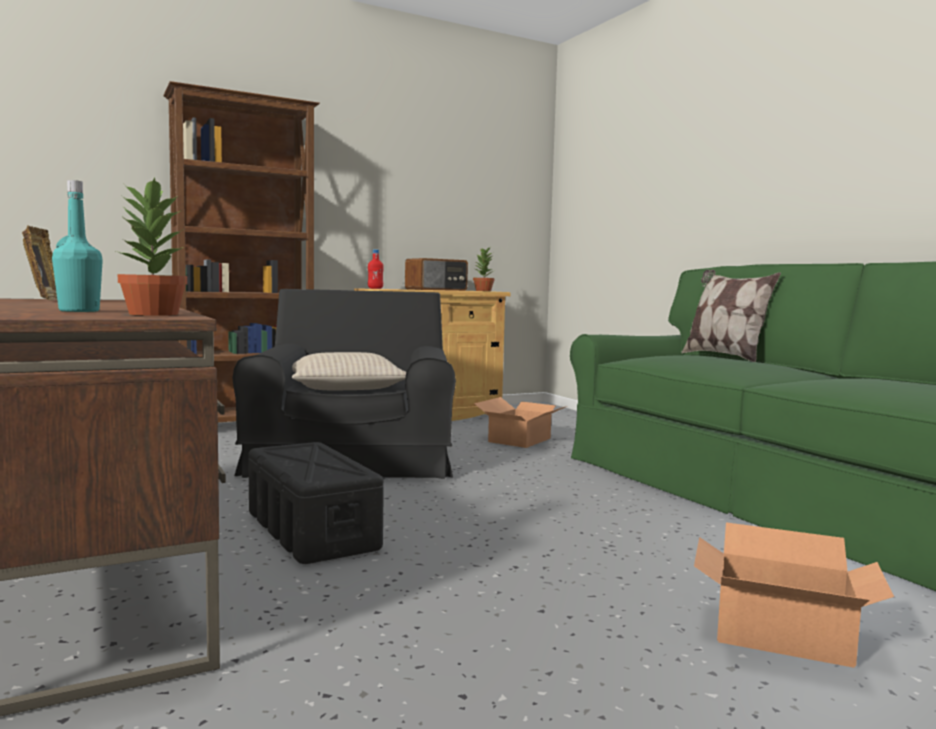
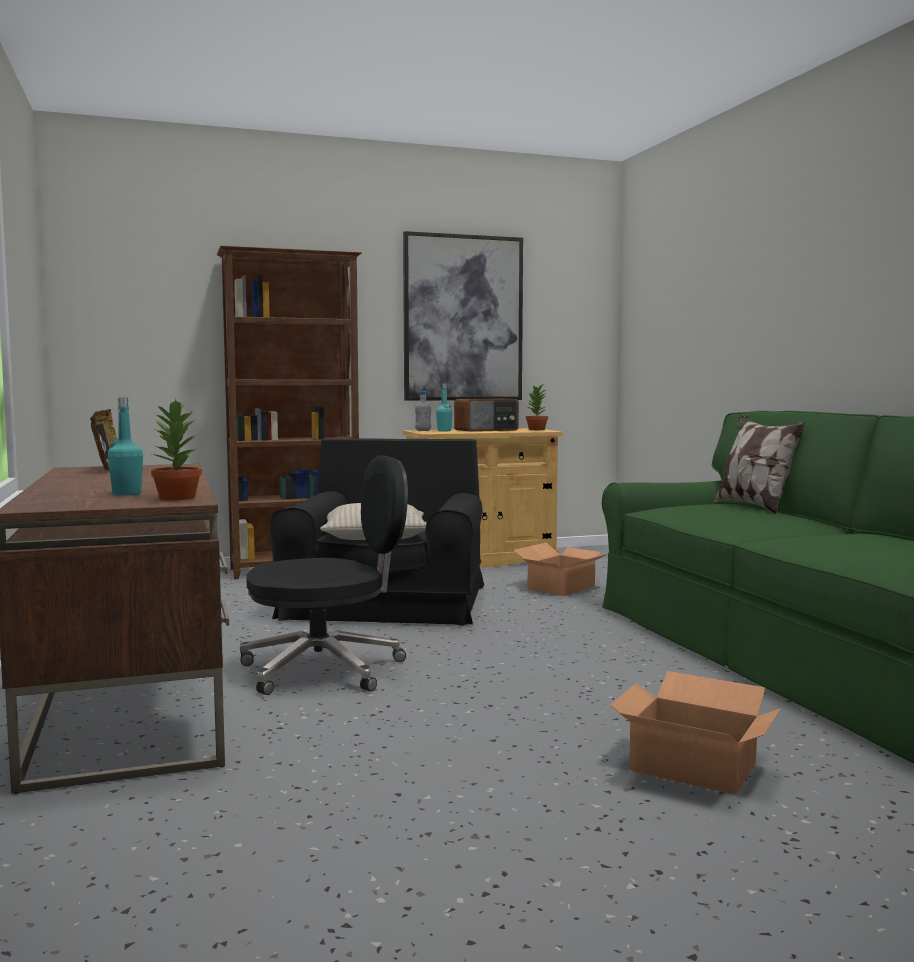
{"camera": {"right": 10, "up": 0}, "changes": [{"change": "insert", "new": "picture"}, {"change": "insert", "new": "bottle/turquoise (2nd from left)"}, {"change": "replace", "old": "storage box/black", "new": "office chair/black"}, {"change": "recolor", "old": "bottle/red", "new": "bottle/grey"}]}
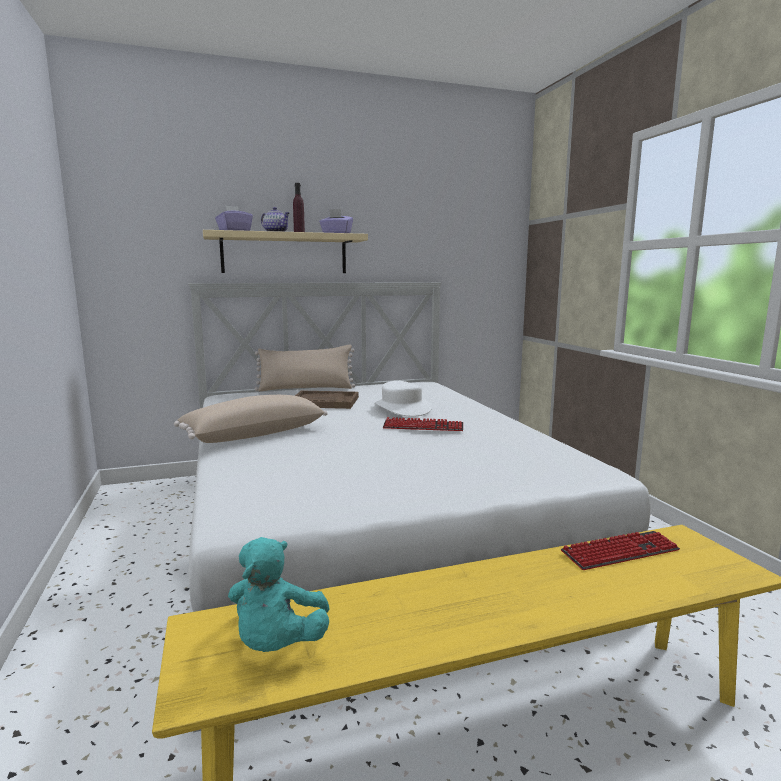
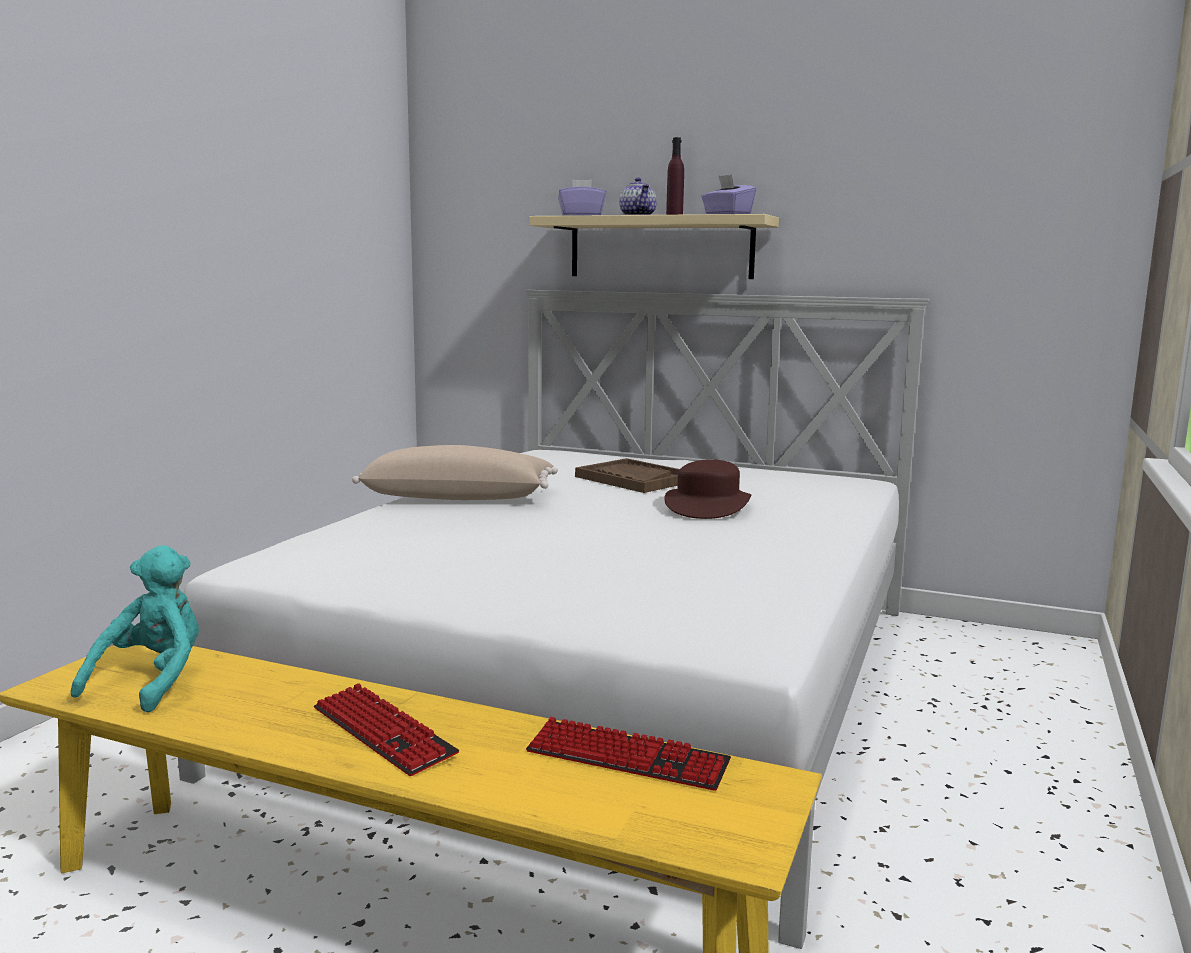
{"camera": {"right": 40, "up": 0}, "changes": [{"change": "delete", "old": "pillow/beige (2nd from left)"}, {"change": "move", "old": "keyboard (1st from left)"}, {"change": "recolor", "old": "hat/white", "new": "hat/brown"}, {"change": "rotate", "old": "plush toy/turquoise", "degrees": 150}]}
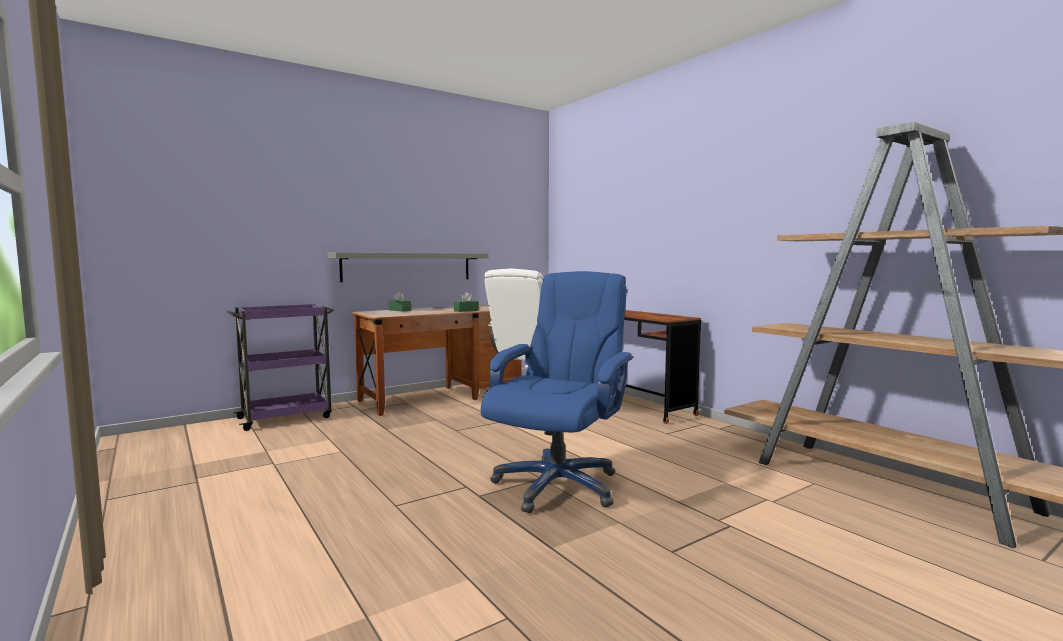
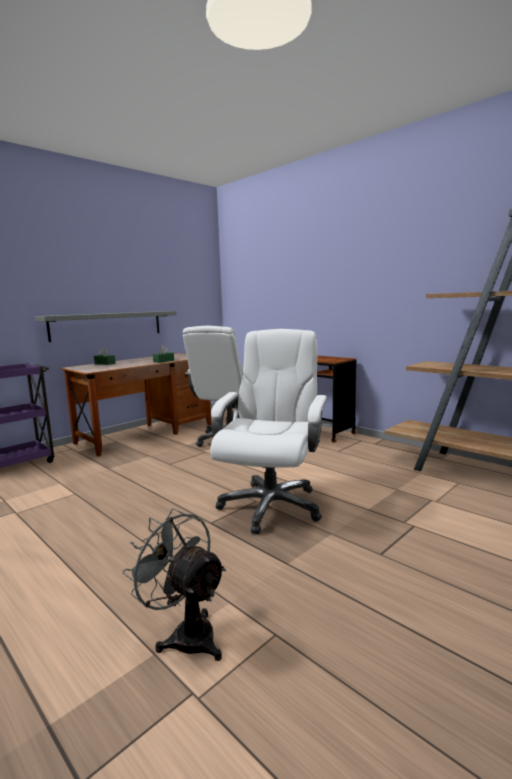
{"camera": {"right": -10, "up": 5}, "changes": [{"change": "insert", "new": "fan/grey"}, {"change": "recolor", "old": "office chair/blue", "new": "office chair/white (2nd from left)"}]}
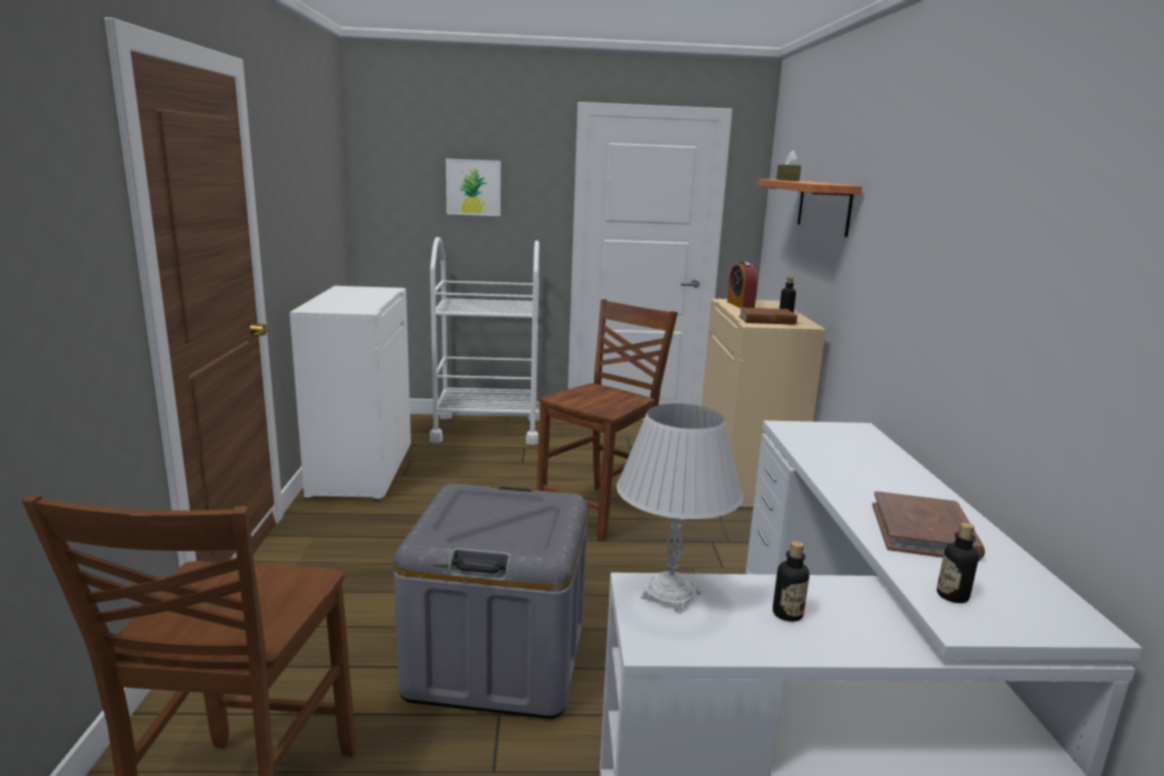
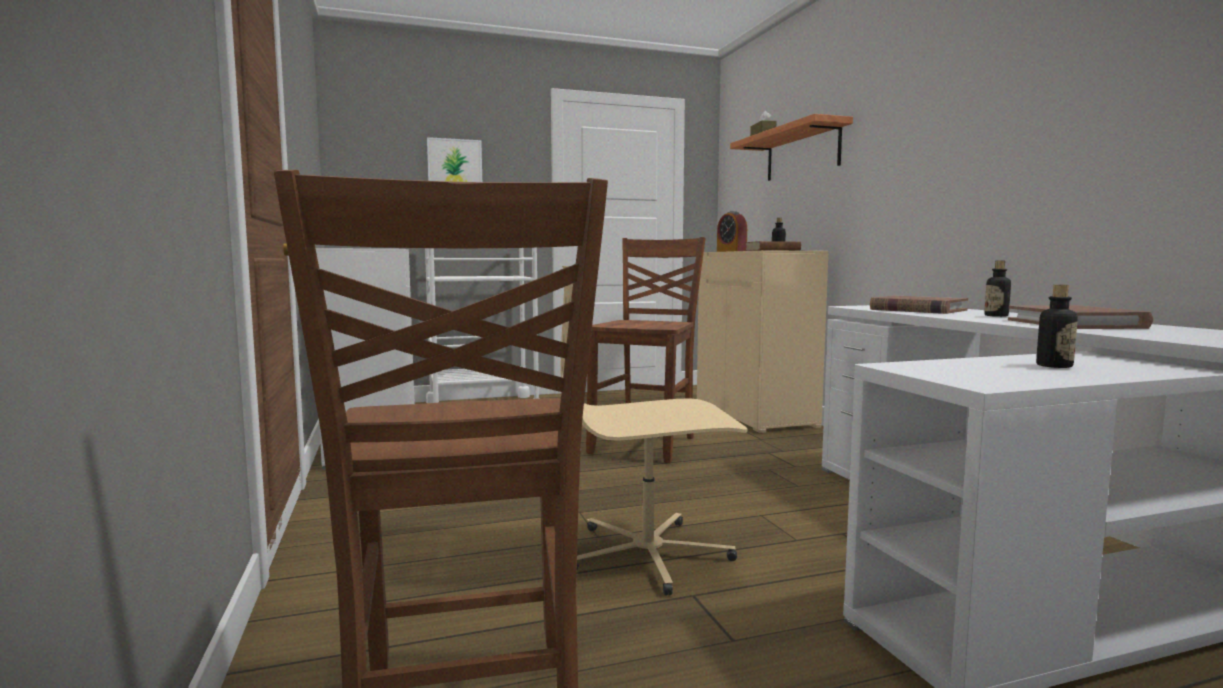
{"camera": {"right": -15, "up": -10}, "changes": [{"change": "delete", "old": "table lamp/white"}, {"change": "insert", "new": "book/brown (2nd from left)"}, {"change": "move", "old": "bottle (3rd from left in the first image)", "new": "bottle (2nd from left)"}, {"change": "replace", "old": "storage box/grey", "new": "office chair/beige"}]}
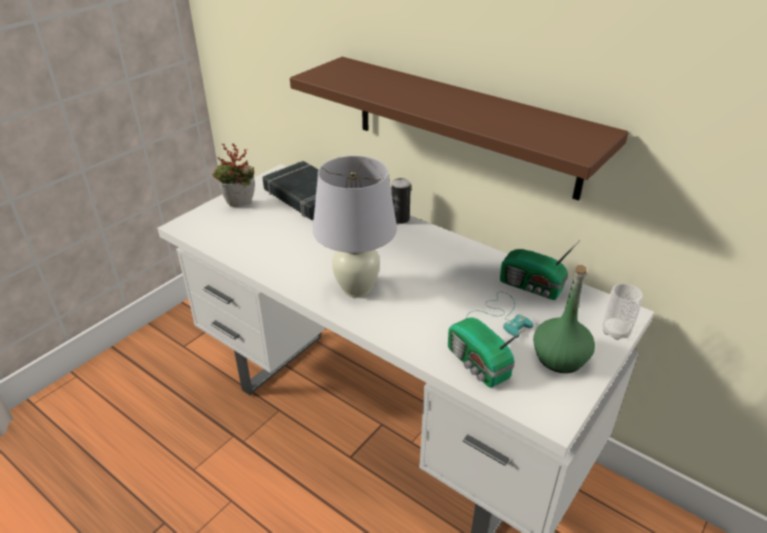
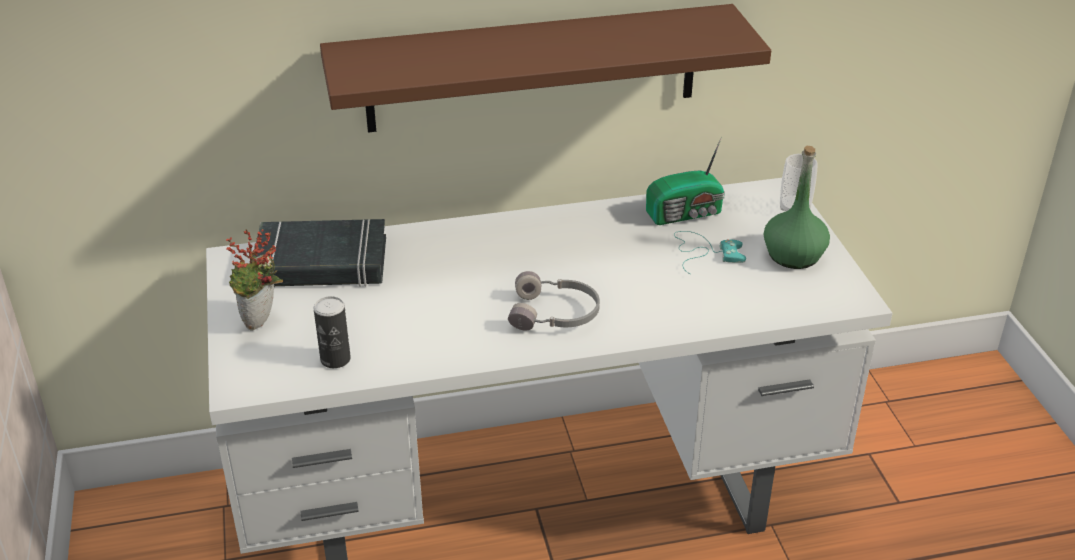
{"camera": {"right": -50, "up": 0}, "changes": [{"change": "delete", "old": "radio (1st from left)"}, {"change": "move", "old": "can"}, {"change": "replace", "old": "table lamp/white", "new": "headphones/grey"}]}
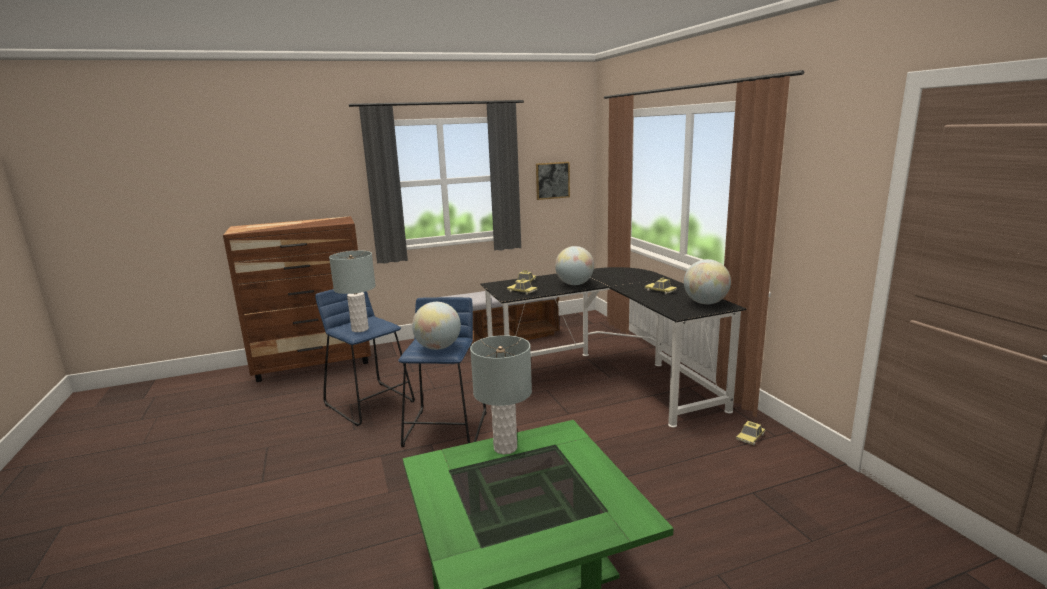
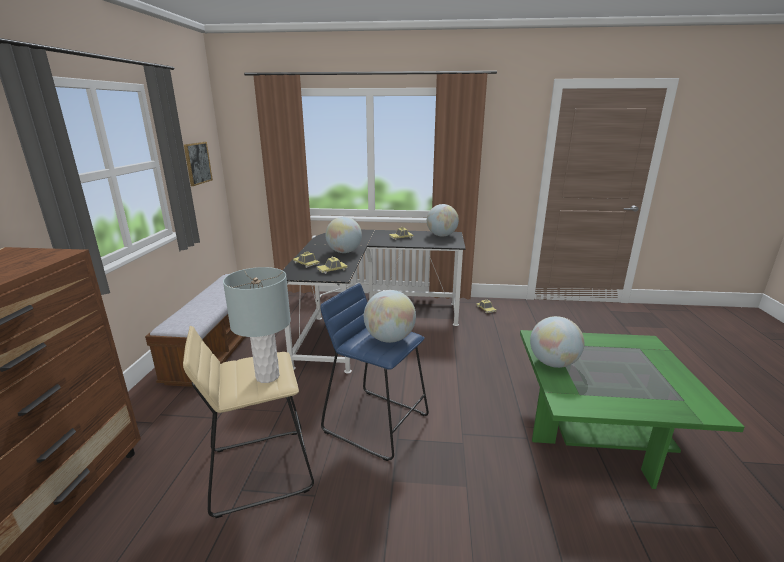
{"camera": {"right": -65, "up": 5}, "changes": [{"change": "replace", "old": "table lamp/grey (2nd from left)", "new": "globe (4th from left)"}, {"change": "recolor", "old": "stool/blue (1st from left)", "new": "stool/beige"}]}
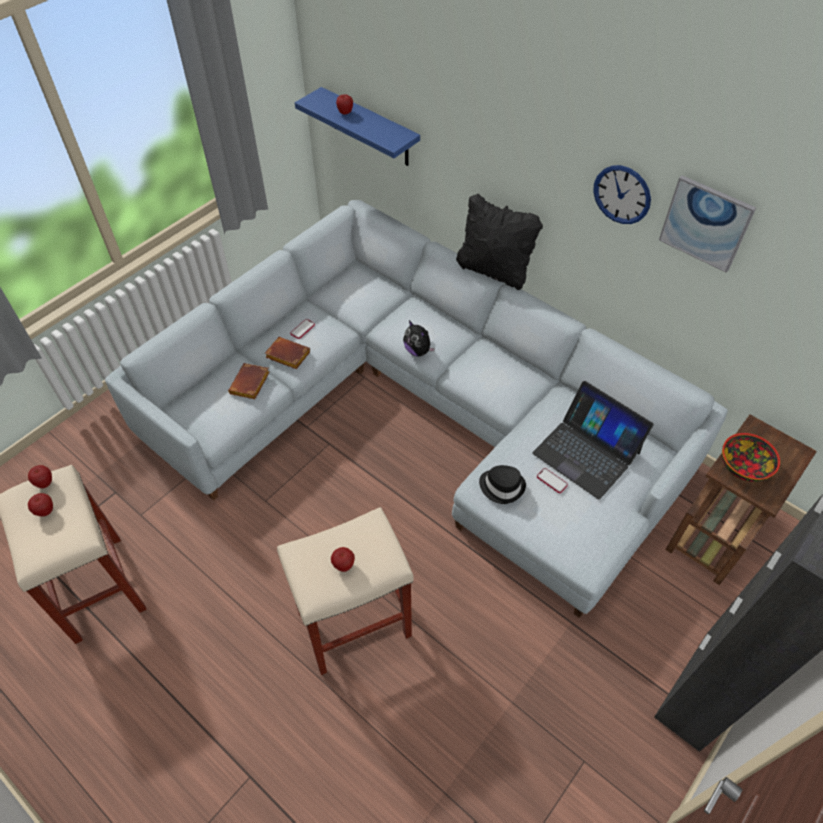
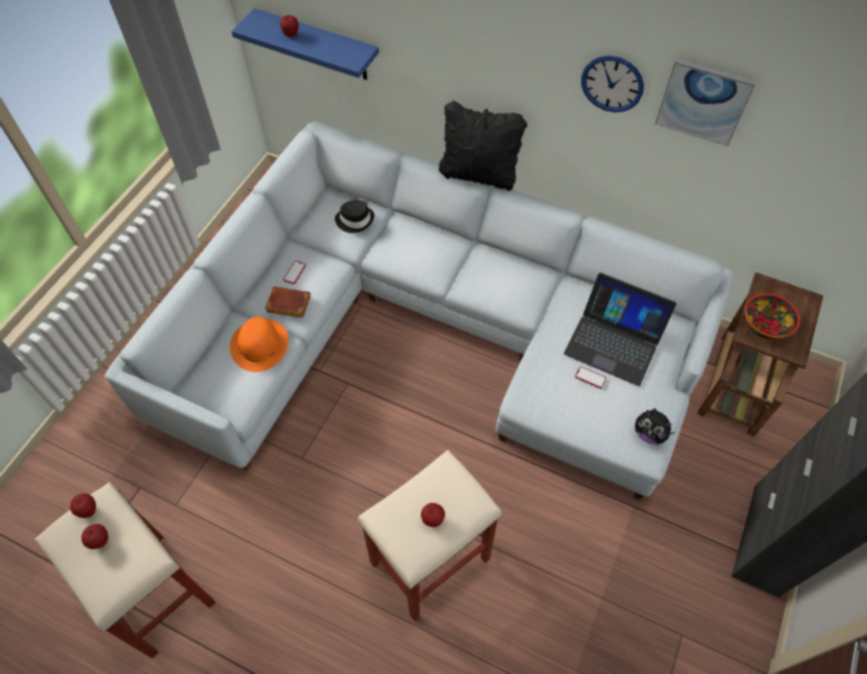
{"camera": {"right": -15, "up": 5}, "changes": [{"change": "move", "old": "plush toy"}, {"change": "move", "old": "hat/black"}, {"change": "replace", "old": "book/brown (1st from left)", "new": "hat/orange"}]}
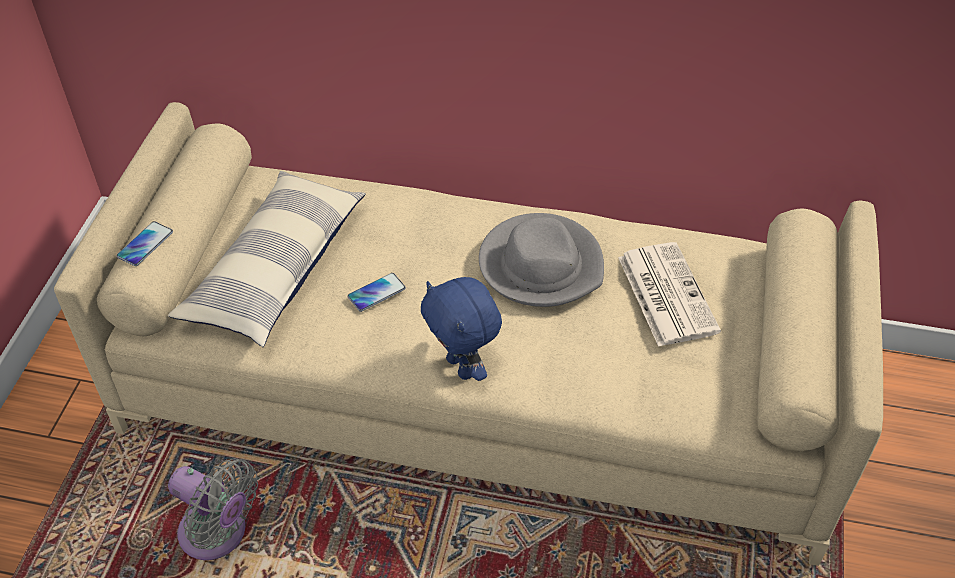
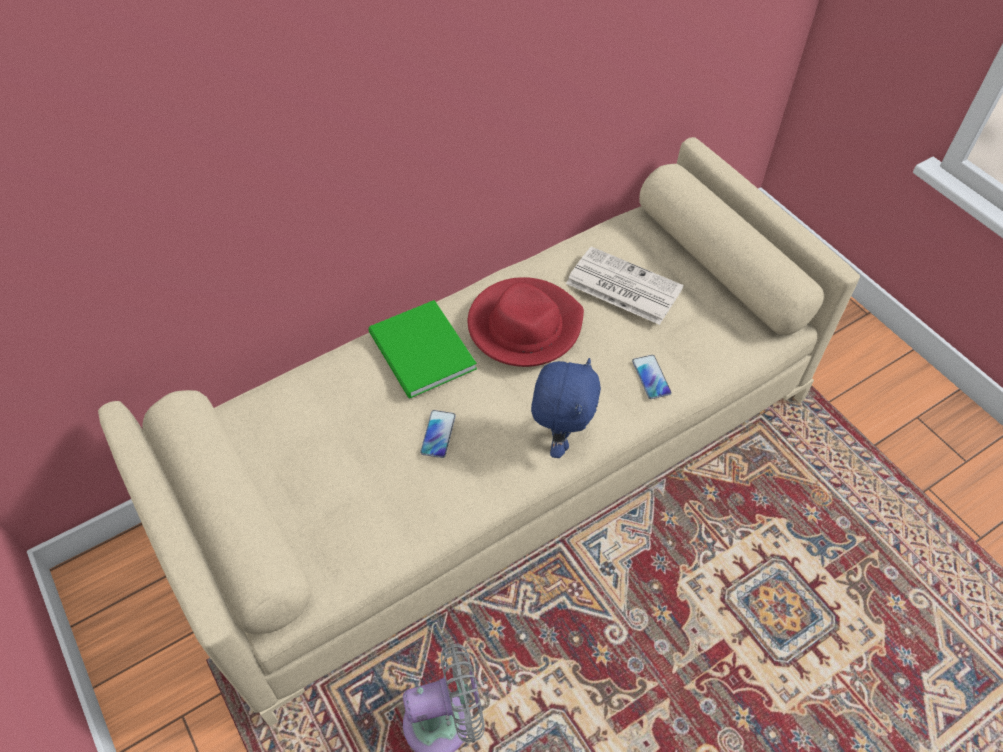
{"camera": {"right": -45, "up": 5}, "changes": [{"change": "delete", "old": "pillow"}, {"change": "insert", "new": "book/green"}, {"change": "move", "old": "phone (1st from left in the first image)", "new": "phone (2nd from left)"}, {"change": "recolor", "old": "hat/grey", "new": "hat/red"}, {"change": "rotate", "old": "plush toy/blue", "degrees": -90}]}
